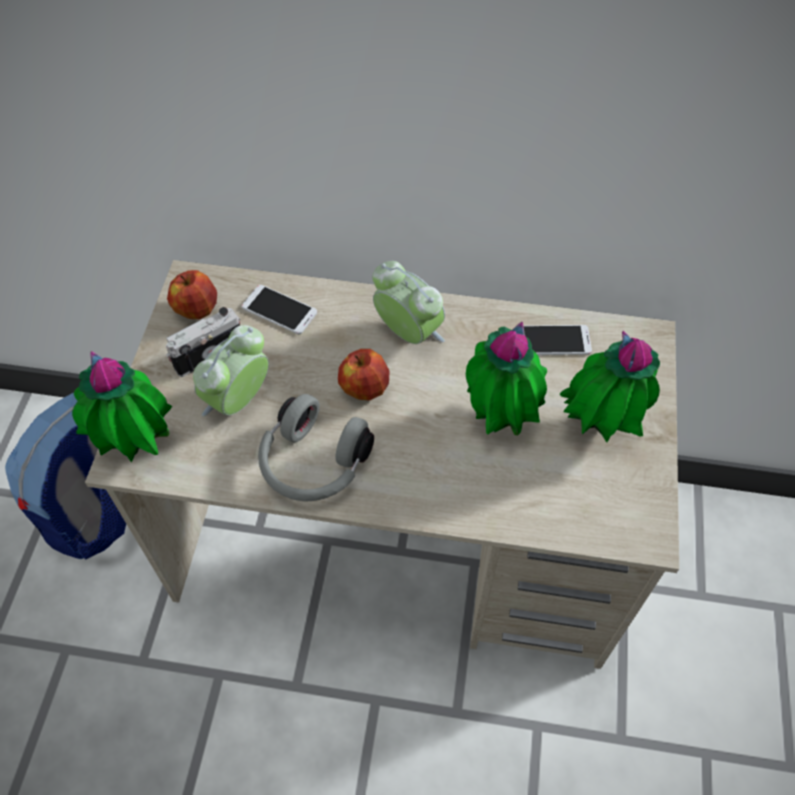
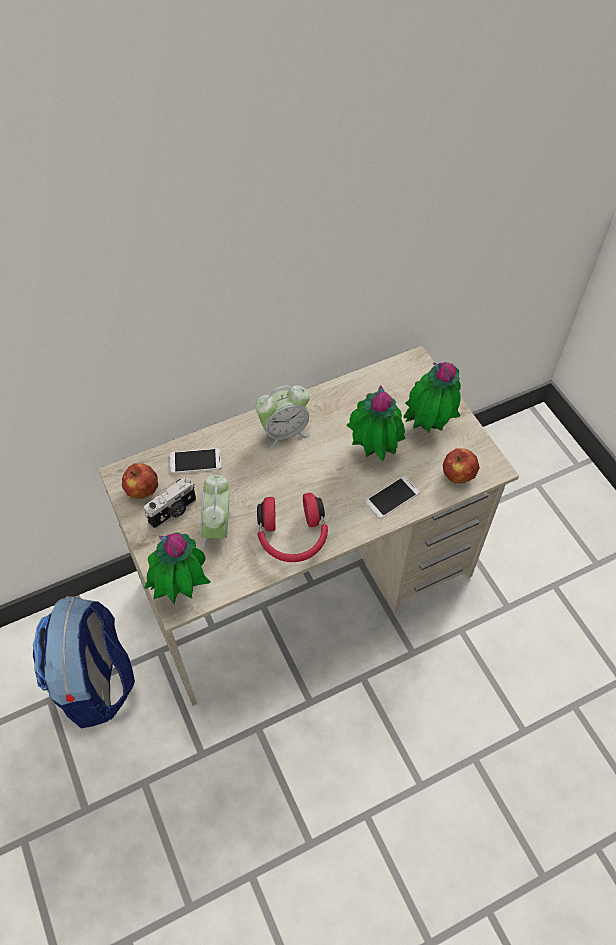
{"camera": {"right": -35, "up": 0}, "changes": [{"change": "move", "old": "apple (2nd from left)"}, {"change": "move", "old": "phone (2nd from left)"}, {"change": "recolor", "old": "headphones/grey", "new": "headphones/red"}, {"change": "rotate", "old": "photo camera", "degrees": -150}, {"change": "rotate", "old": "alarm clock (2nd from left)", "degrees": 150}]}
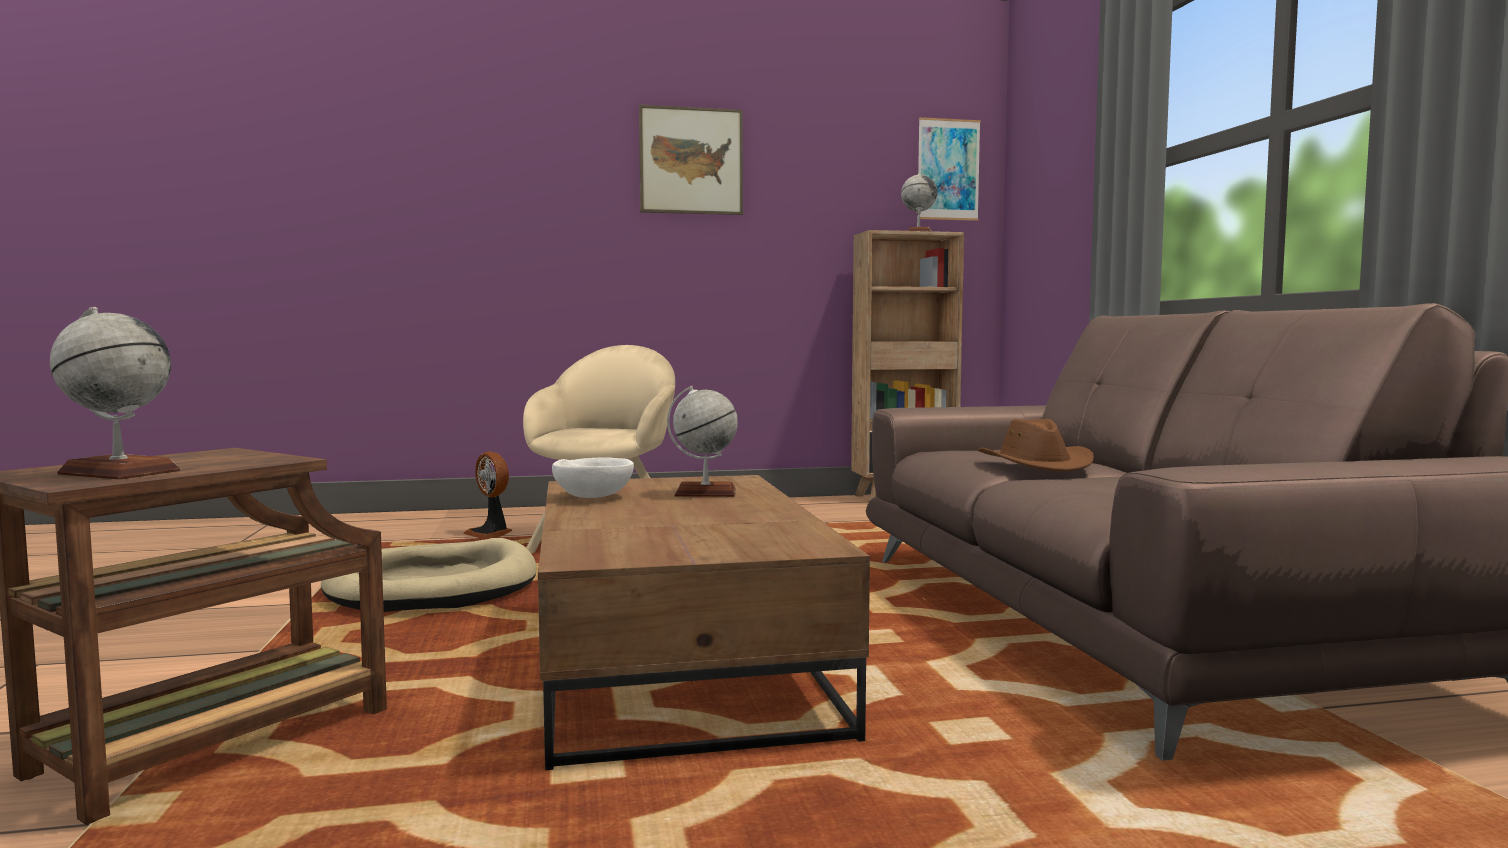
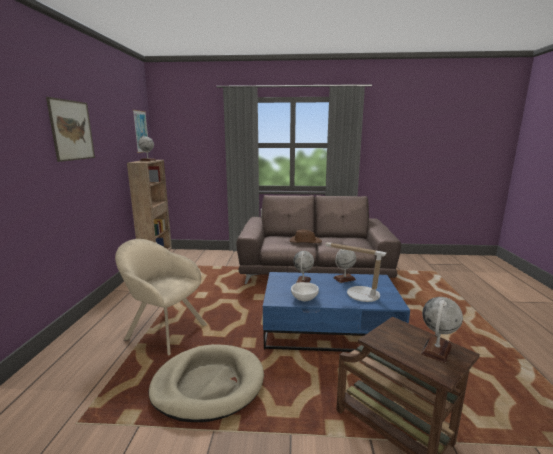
{"camera": {"right": -75, "up": 10}, "changes": [{"change": "delete", "old": "fan"}, {"change": "insert", "new": "table lamp"}, {"change": "insert", "new": "globe (3rd from left)"}, {"change": "recolor", "old": "coffee table/brown", "new": "coffee table/blue"}]}
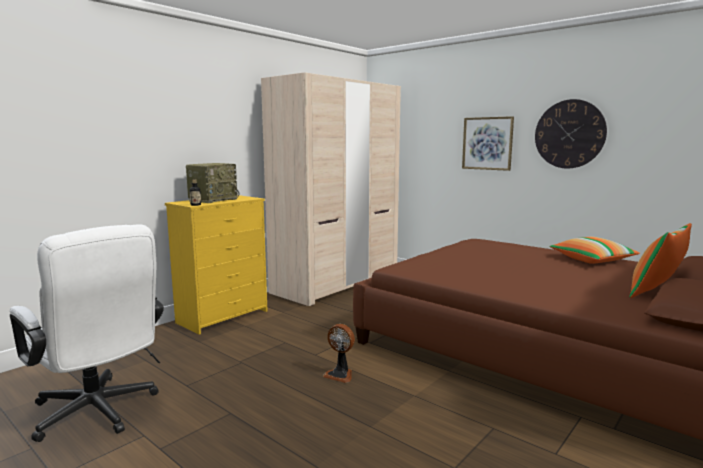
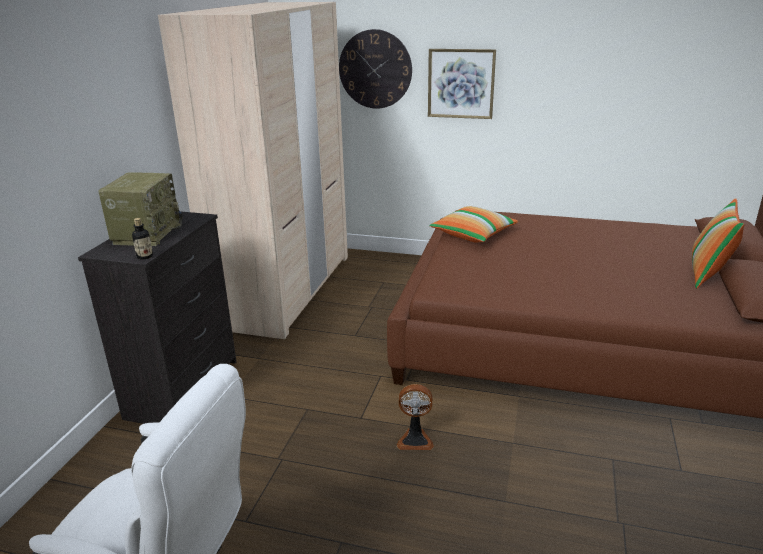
{"camera": {"right": -25, "up": 15}, "changes": [{"change": "move", "old": "wall clock"}, {"change": "move", "old": "pillow (1st from left)"}, {"change": "recolor", "old": "dresser/yellow", "new": "dresser/black"}]}
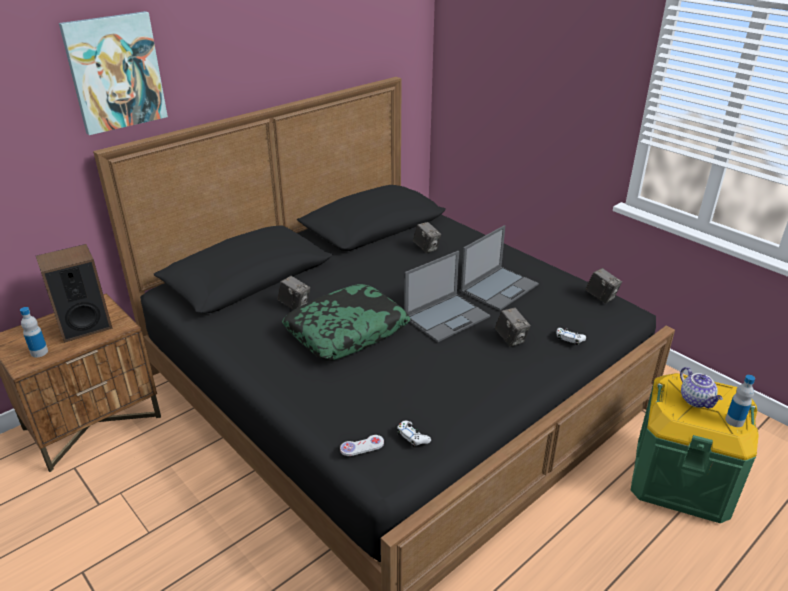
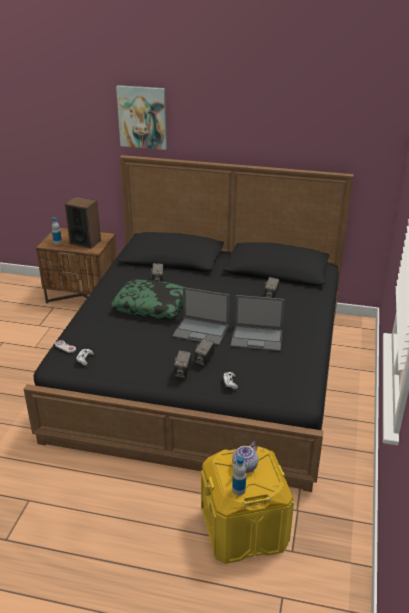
{"camera": {"right": 55, "up": 0}, "changes": [{"change": "move", "old": "photo camera (4th from left in the first image)", "new": "photo camera (2nd from left)"}, {"change": "recolor", "old": "storage box/green", "new": "storage box/yellow"}]}
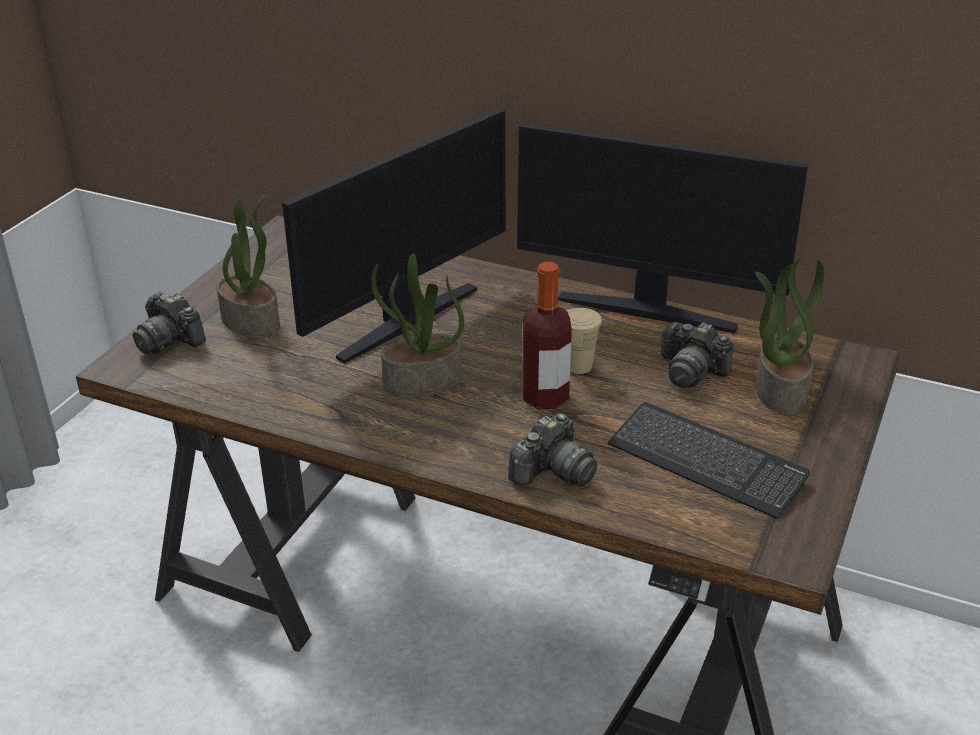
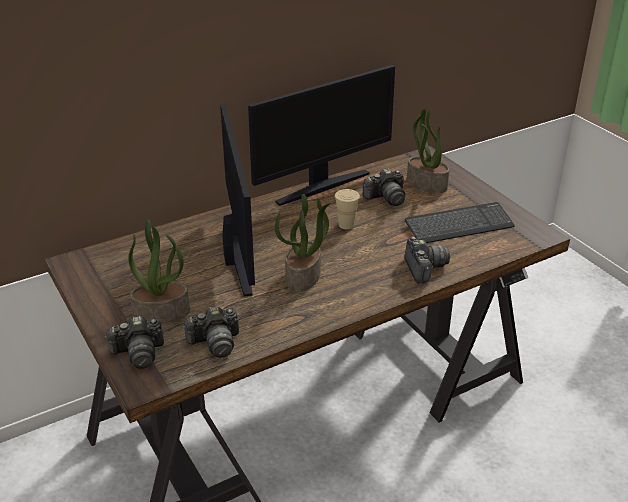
{"camera": {"right": -55, "up": 0}, "changes": [{"change": "delete", "old": "bottle"}, {"change": "insert", "new": "photo camera (2nd from left)"}]}
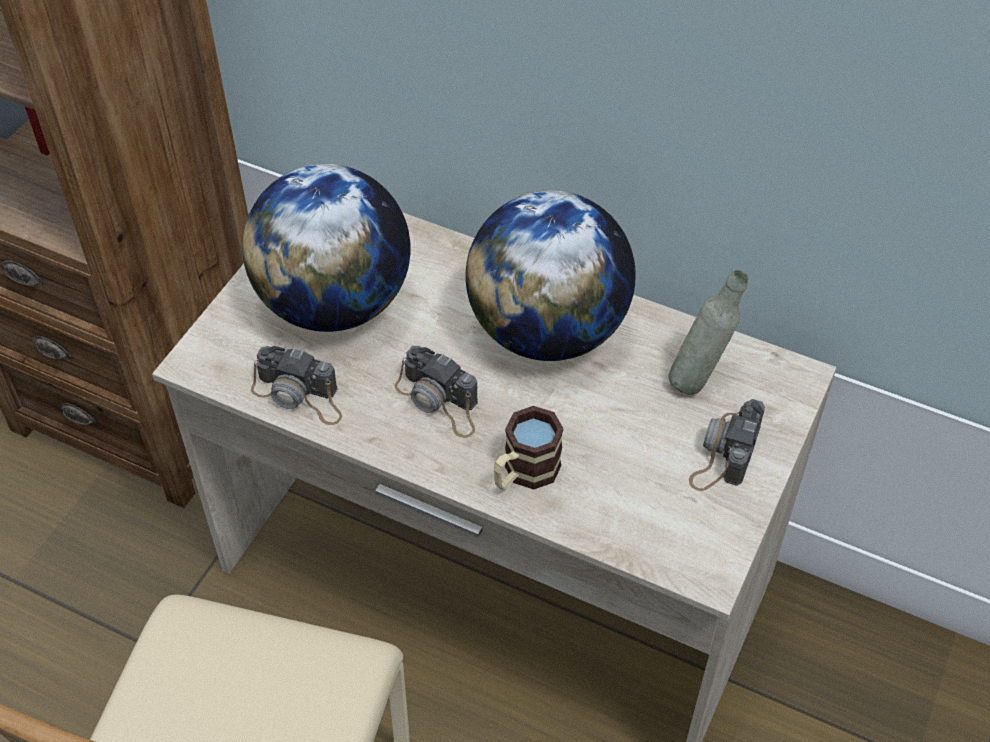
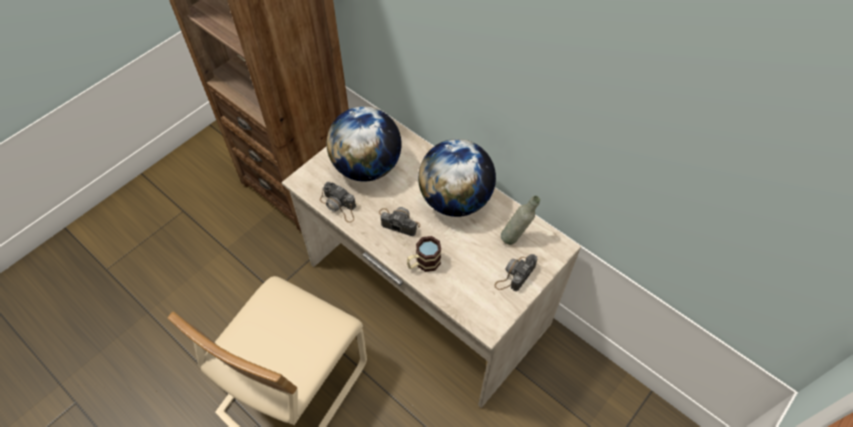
{"camera": {"right": 15, "up": 5}, "changes": [{"change": "rotate", "old": "photo camera (2nd from left)", "degrees": 150}]}
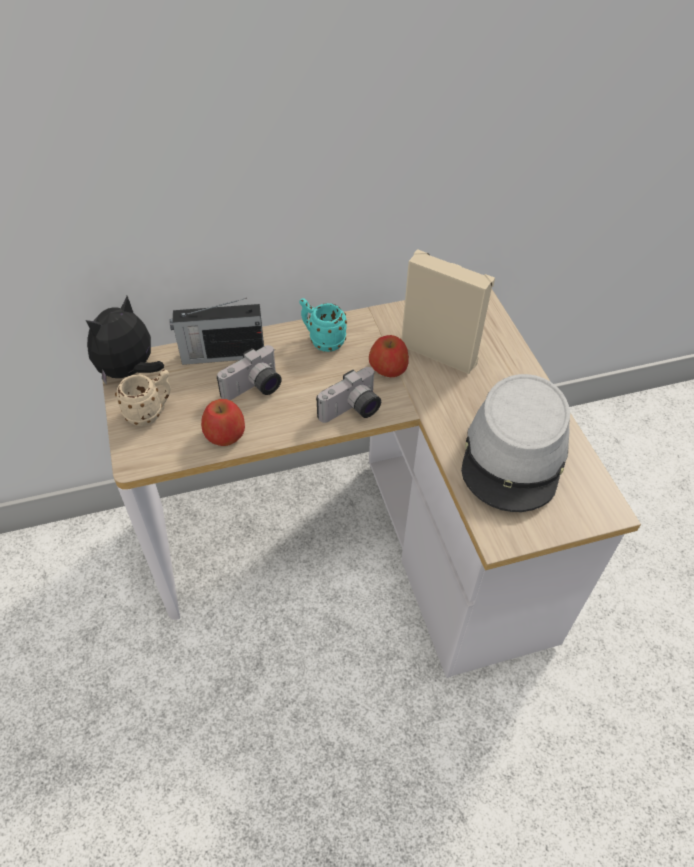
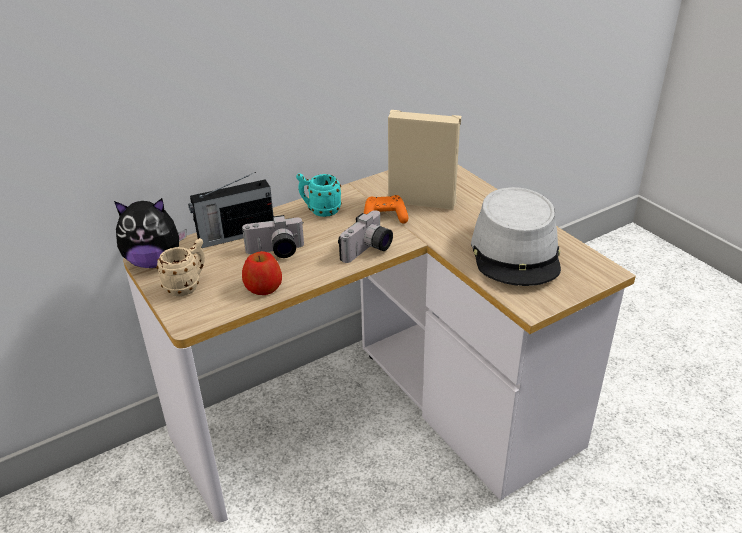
{"camera": {"right": -15, "up": -15}, "changes": [{"change": "replace", "old": "apple (2nd from left)", "new": "game controller/orange"}, {"change": "rotate", "old": "plush toy", "degrees": -120}, {"change": "rotate", "old": "photo camera (1st from left)", "degrees": 45}]}
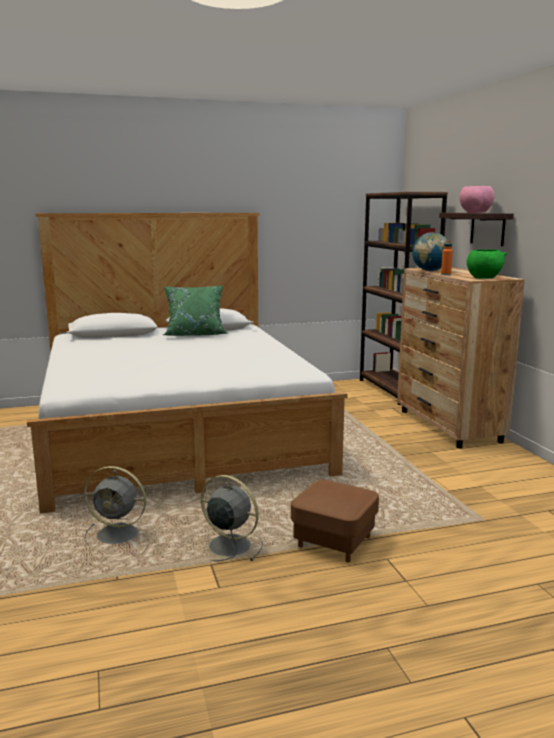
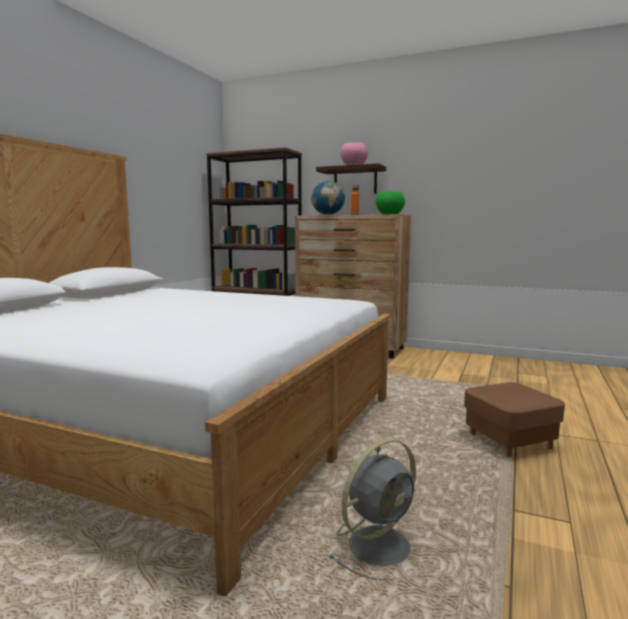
{"camera": {"right": -50, "up": -5}, "changes": [{"change": "delete", "old": "pillow/green"}, {"change": "delete", "old": "fan/grey (2nd from left)"}]}
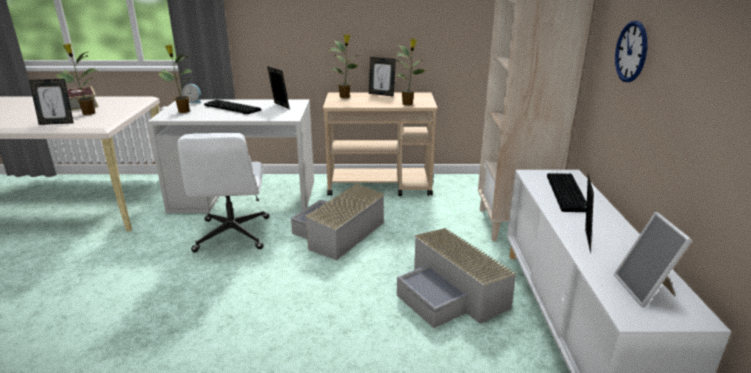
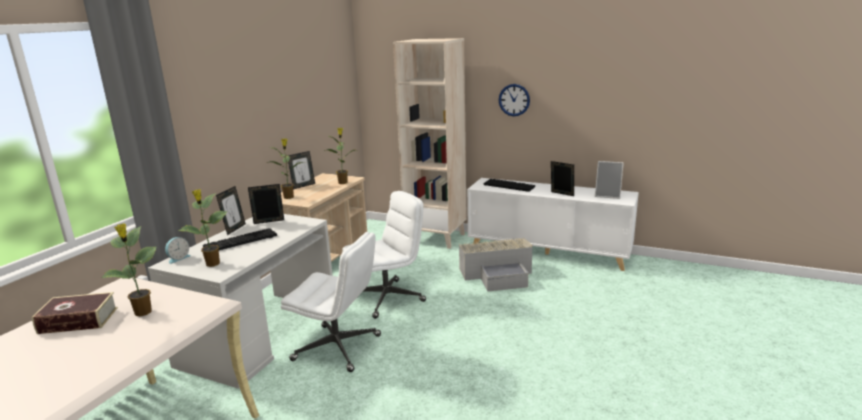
{"camera": {"right": -65, "up": -5}, "changes": [{"change": "move", "old": "picture frame (1st from left)"}, {"change": "replace", "old": "storage box/grey (1st from left)", "new": "office chair/white (2nd from left)"}]}
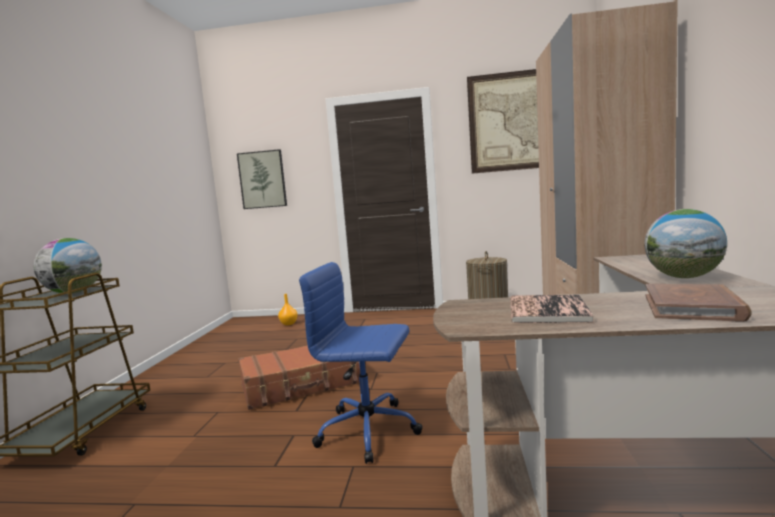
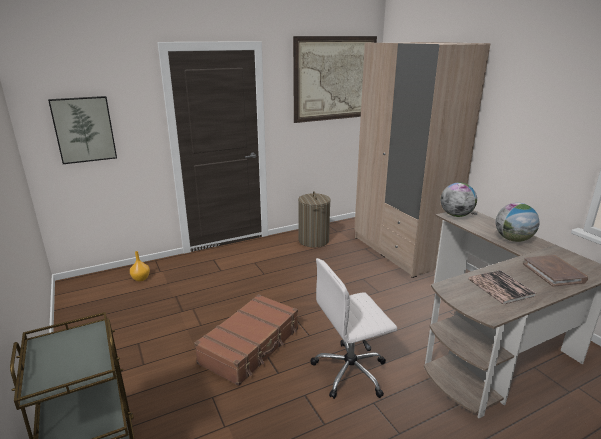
{"camera": {"right": -35, "up": 15}, "changes": [{"change": "move", "old": "globe (1st from left)"}, {"change": "recolor", "old": "office chair/blue", "new": "office chair/white"}]}
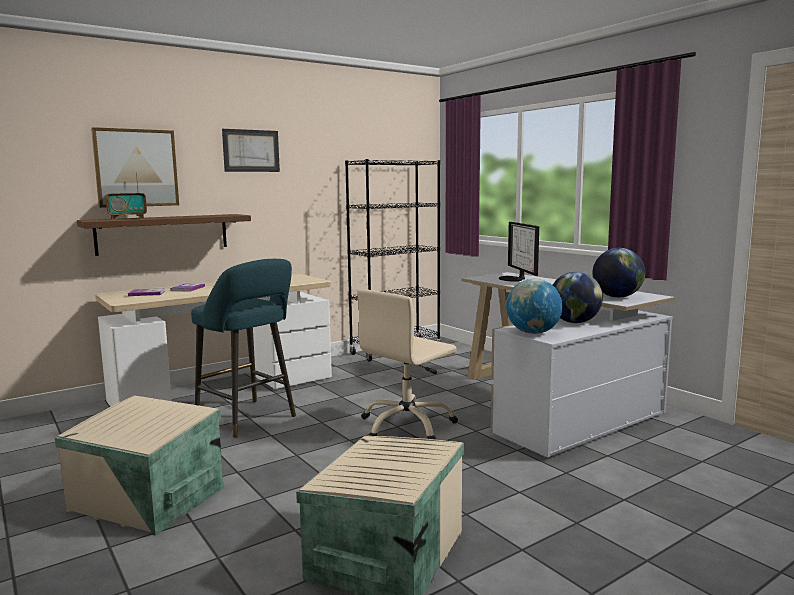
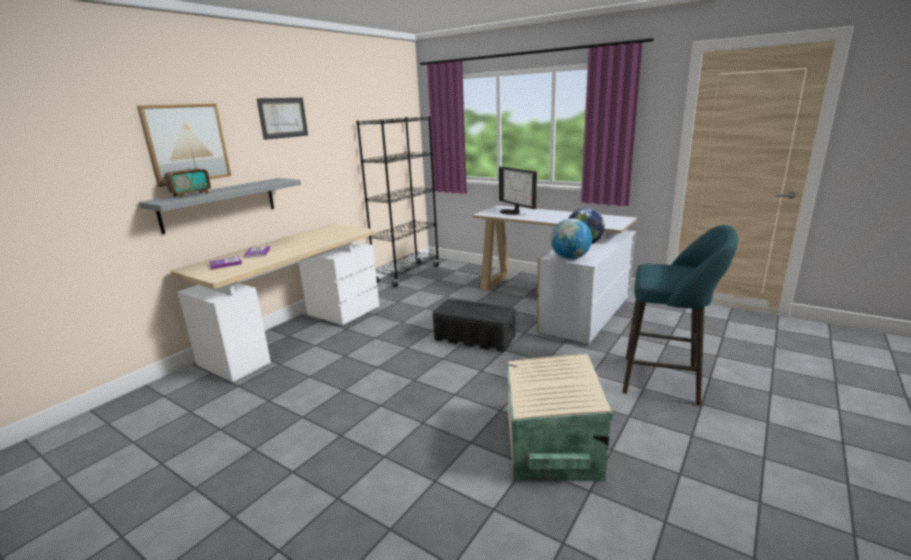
{"camera": {"right": -20, "up": 10}, "changes": [{"change": "delete", "old": "storage box/beige (1st from left)"}, {"change": "delete", "old": "globe (3rd from left)"}, {"change": "move", "old": "stool/turquoise"}, {"change": "replace", "old": "office chair/beige", "new": "storage box/black"}, {"change": "recolor", "old": "shelf/brown", "new": "shelf/grey"}]}
